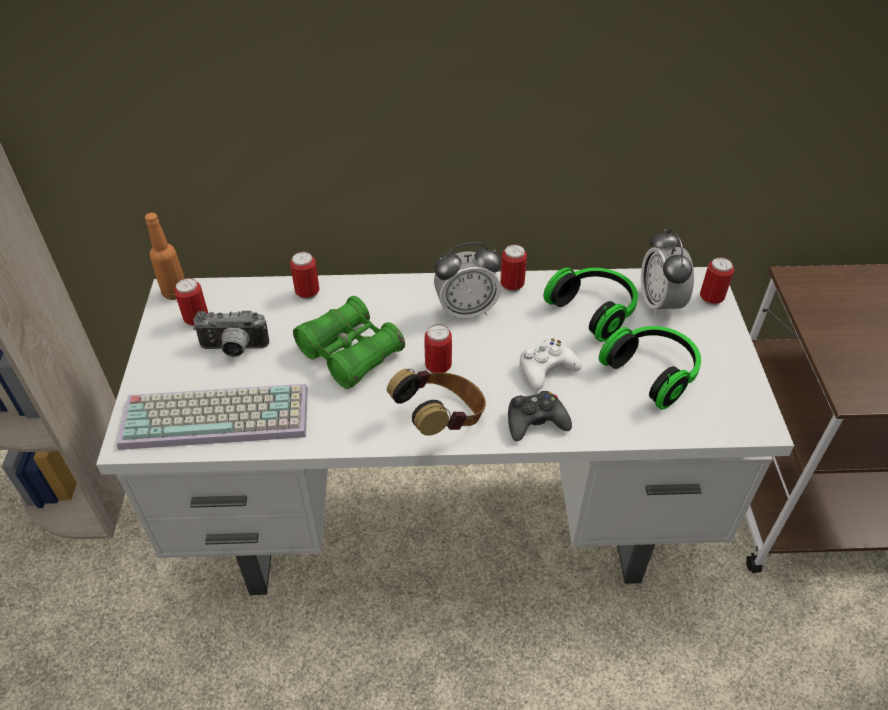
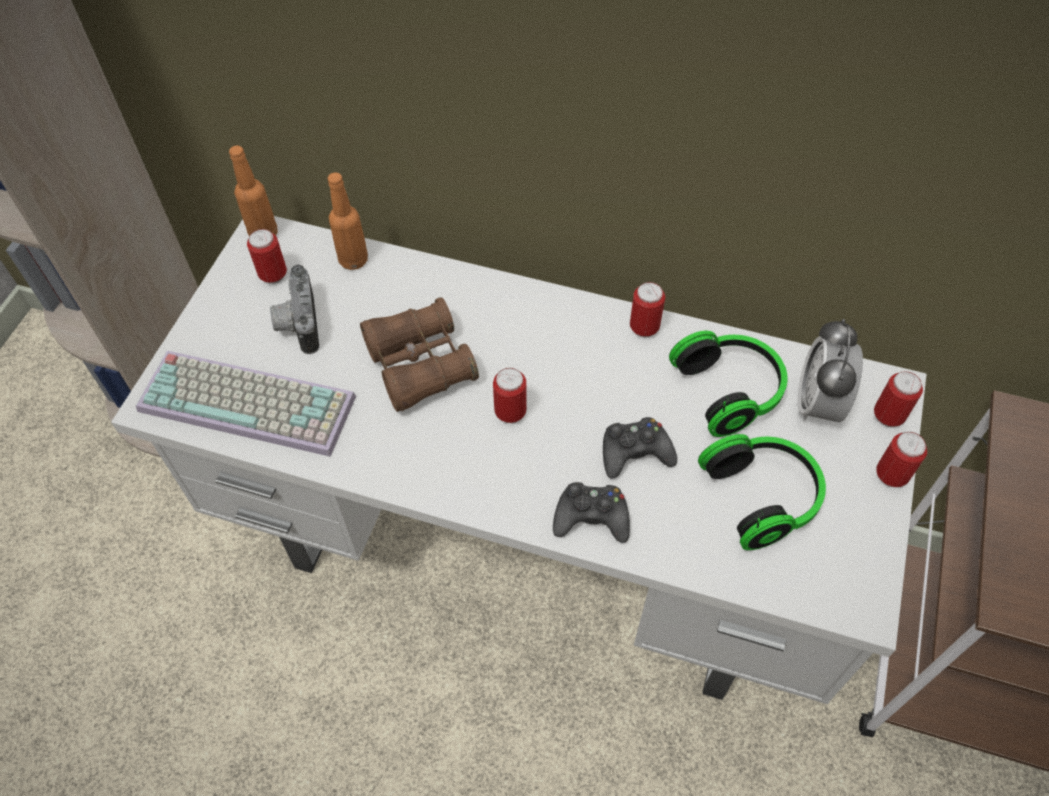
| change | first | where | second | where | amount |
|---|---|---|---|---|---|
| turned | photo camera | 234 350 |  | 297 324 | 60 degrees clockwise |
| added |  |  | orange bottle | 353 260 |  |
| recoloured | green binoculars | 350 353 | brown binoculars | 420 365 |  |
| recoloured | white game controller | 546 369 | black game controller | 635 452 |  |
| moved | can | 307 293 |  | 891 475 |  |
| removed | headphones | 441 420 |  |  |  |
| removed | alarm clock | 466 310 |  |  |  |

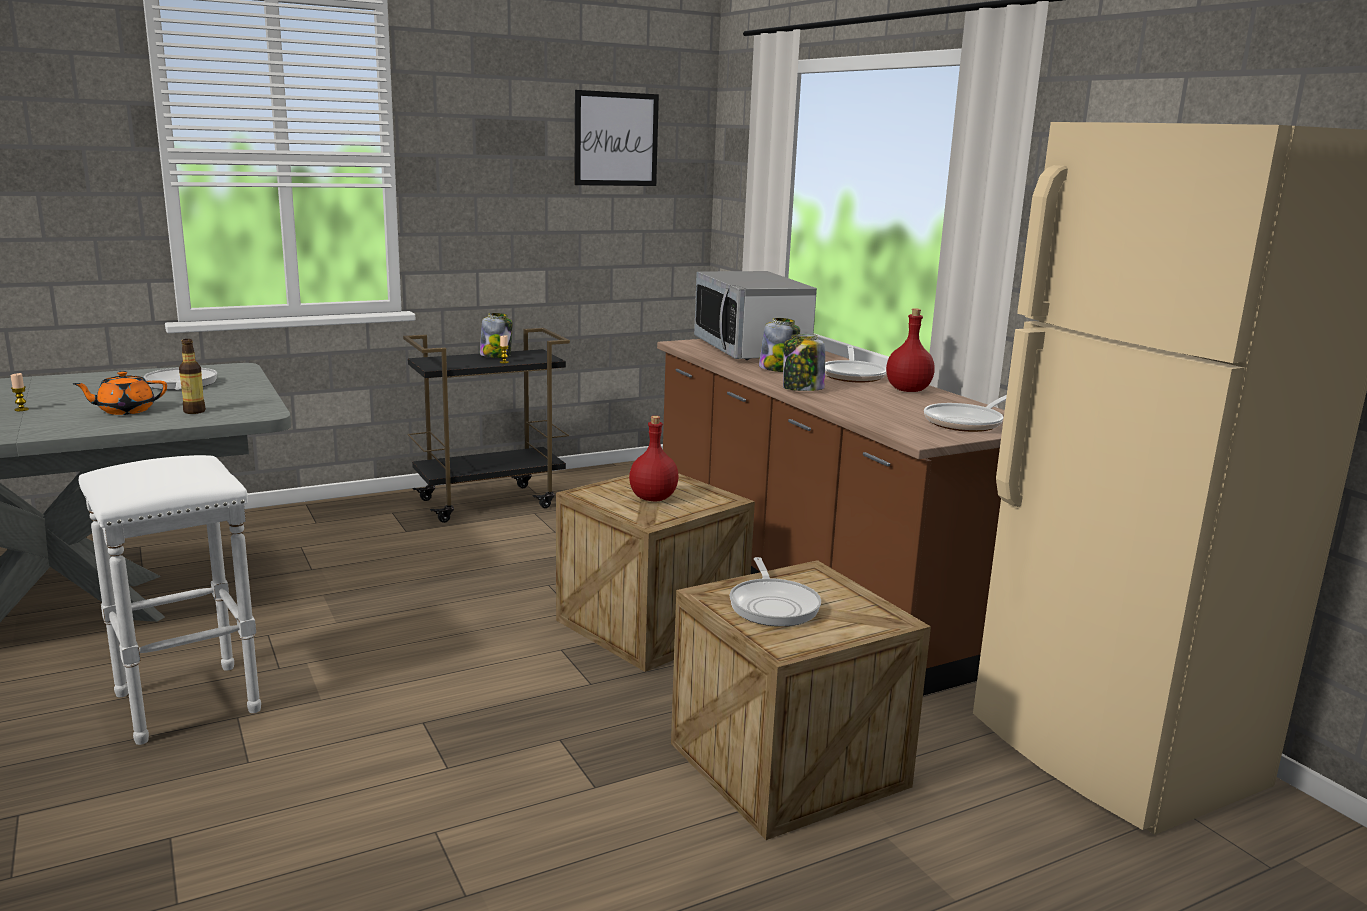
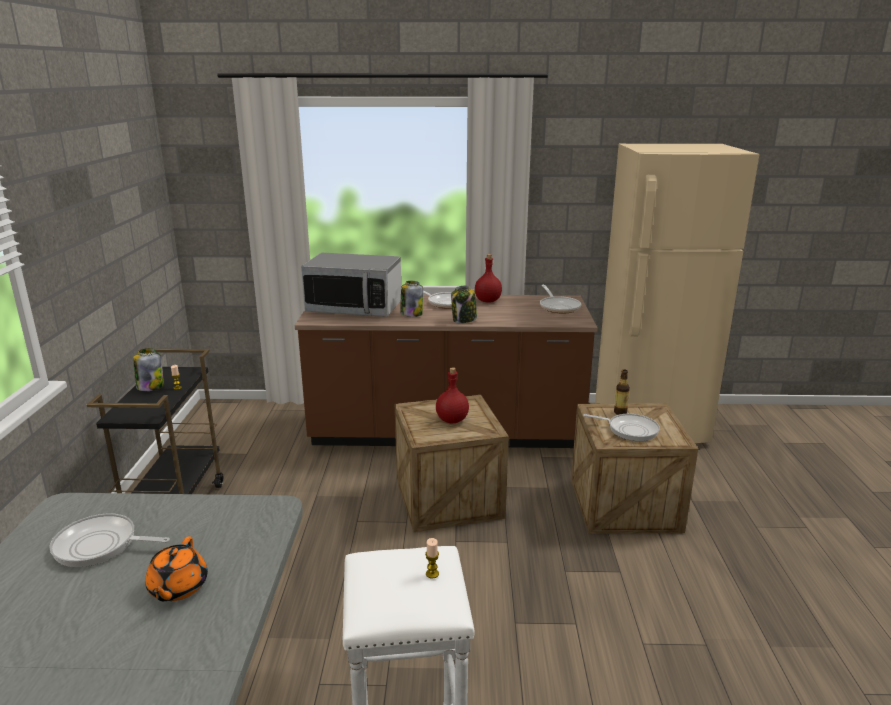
| change | first | where | second | where | amount |
|---|---|---|---|---|---|
| moved | candle | 21 409 |  | 432 574 |  |
| moved | bottle | 194 411 |  | 620 412 |  |
| removed | picture | 616 139 |  |  |  |

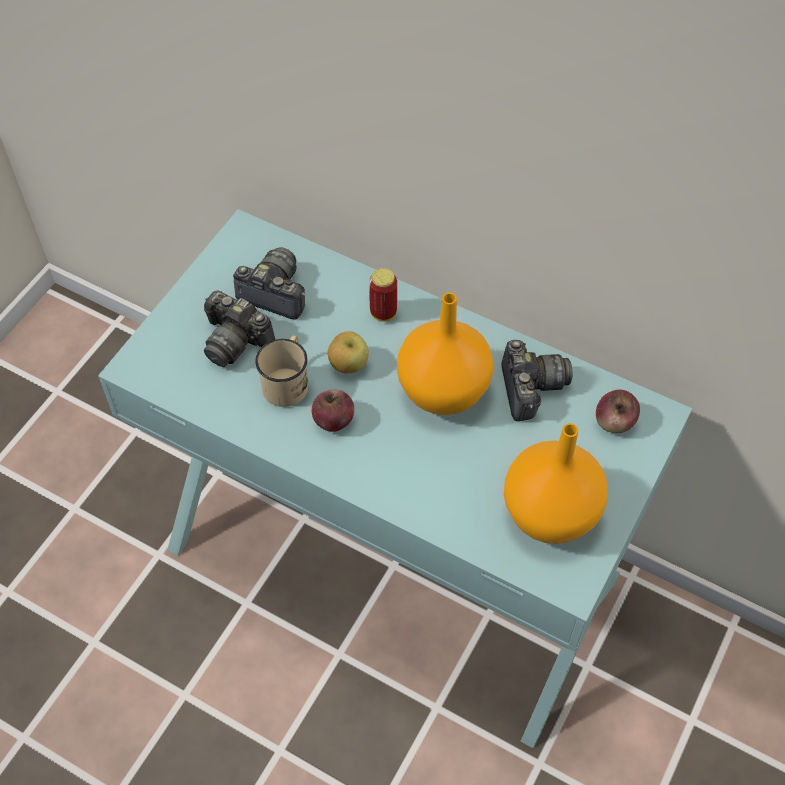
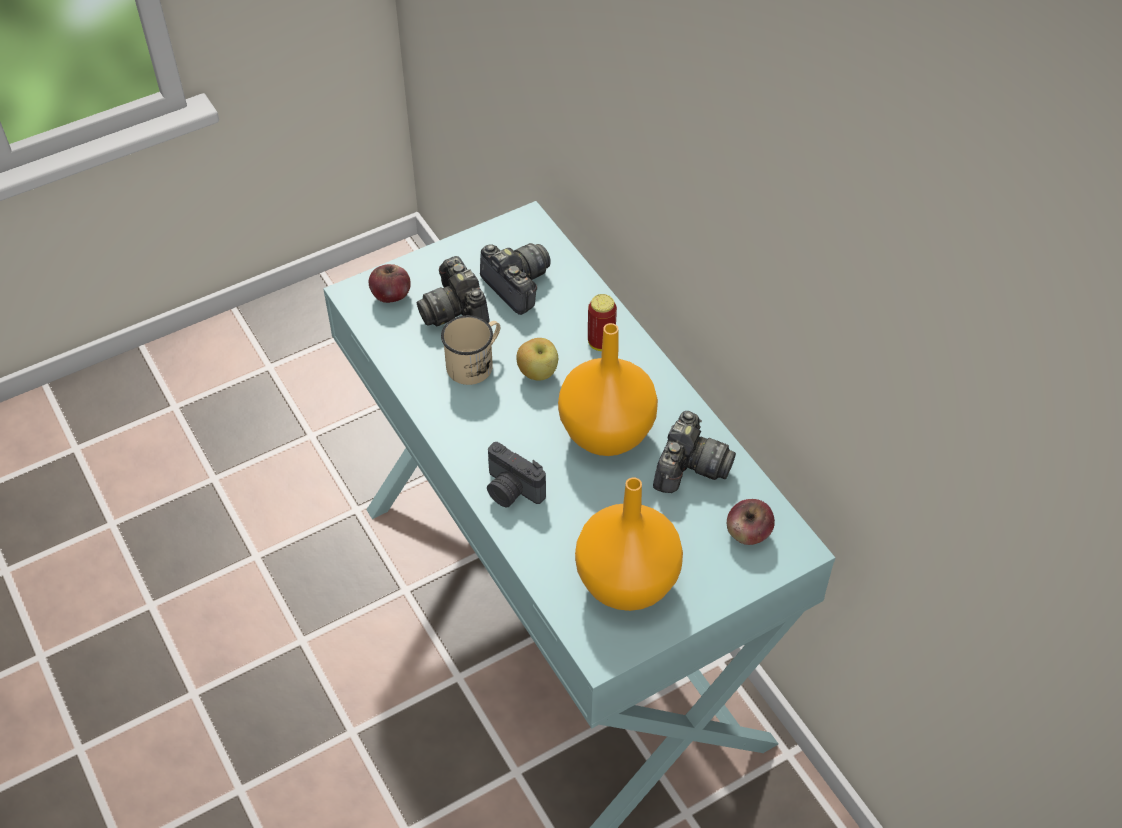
| change | first | where | second | where | amount |
|---|---|---|---|---|---|
| moved | apple | 333 420 |  | 391 295 |  |
| added |  |  | photo camera | 511 491 |  |

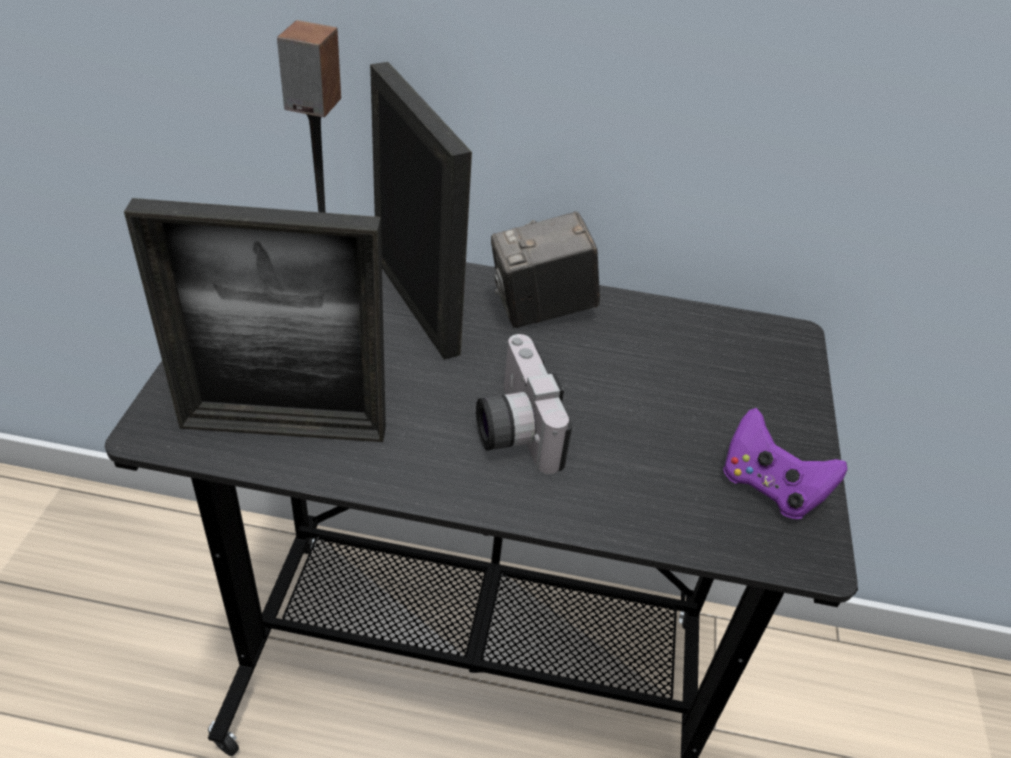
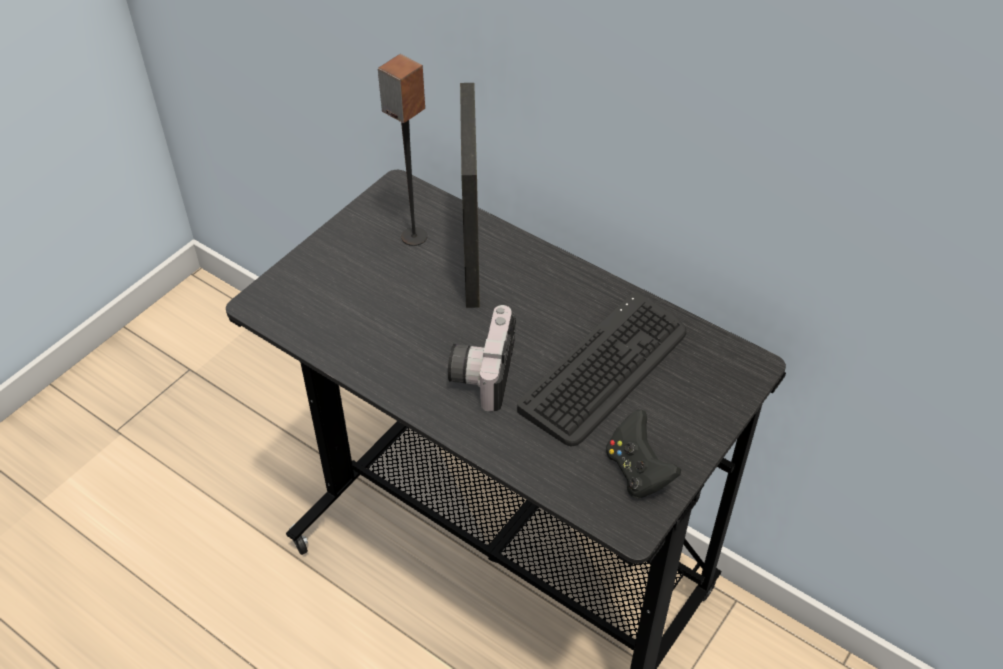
| change | first | where | second | where | amount |
|---|---|---|---|---|---|
| added |  |  | keyboard | 605 370 |  |
| recoloured | purple game controller | 770 487 | black game controller | 637 471 |  |
| removed | picture frame | 283 428 |  |  |  |
| removed | photo camera | 541 310 |  |  |  |

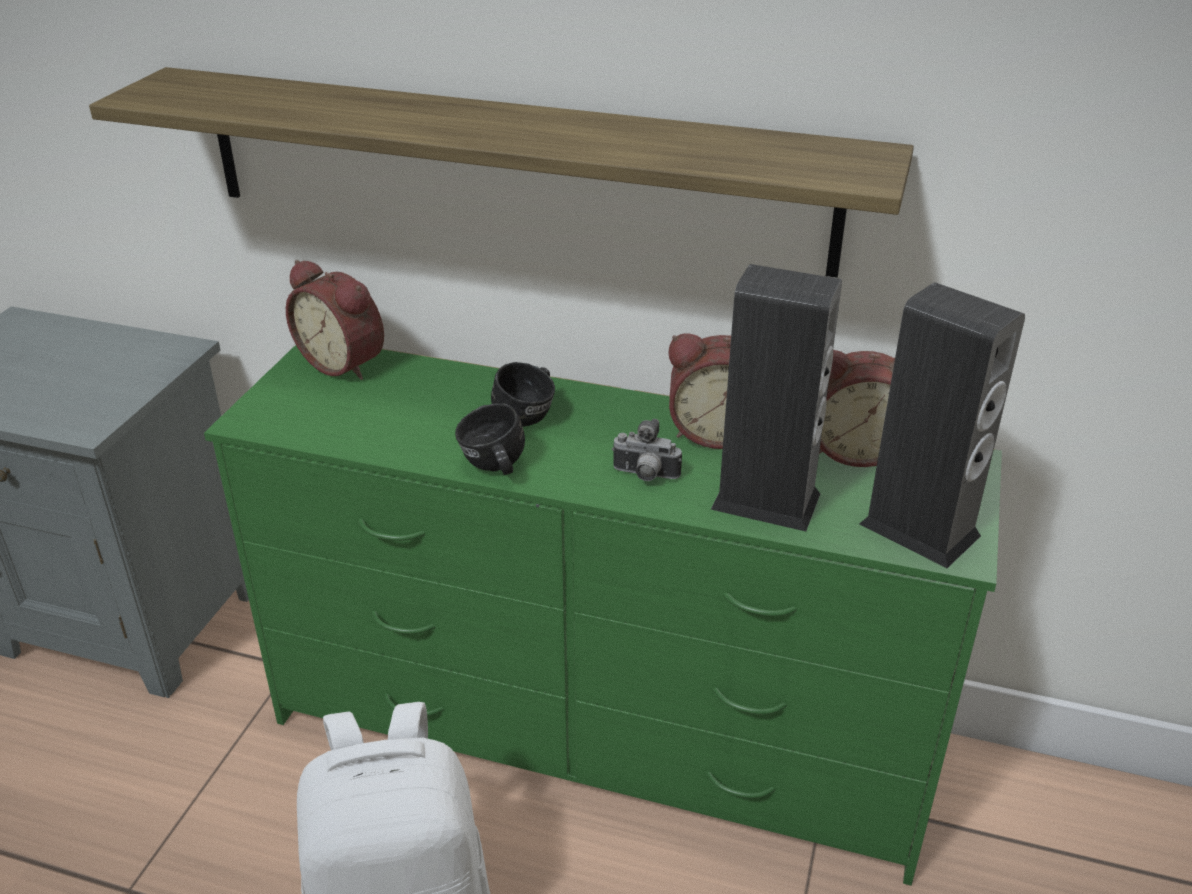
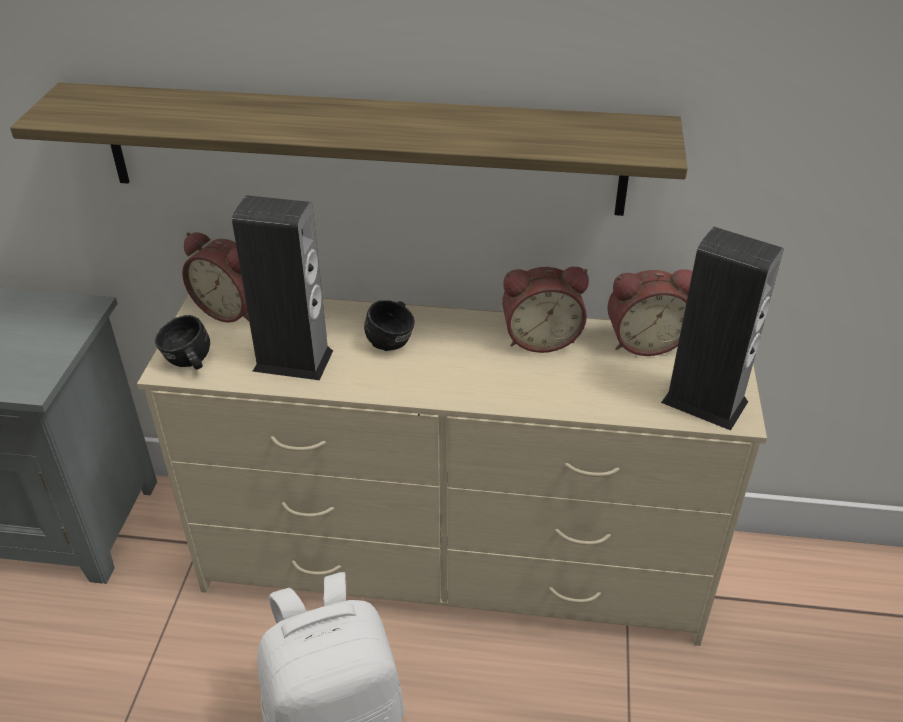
| change | first | where | second | where | amount |
|---|---|---|---|---|---|
| recoloured | green dresser | 597 734 | beige dresser | 451 565 |  |
| moved | black mug | 493 469 |  | 188 364 |  |
| moved | speaker | 766 501 |  | 293 360 |  |
| removed | photo camera | 645 476 |  |  |  |

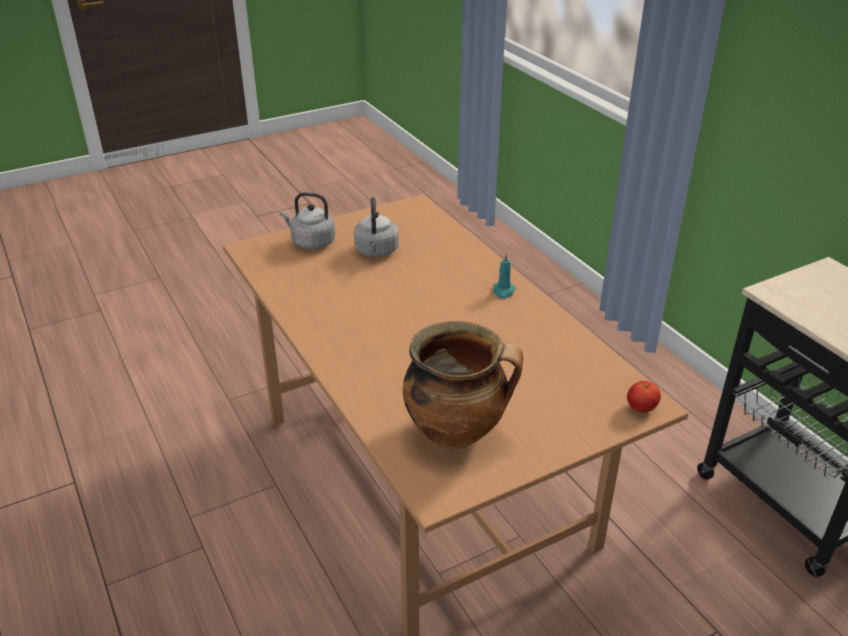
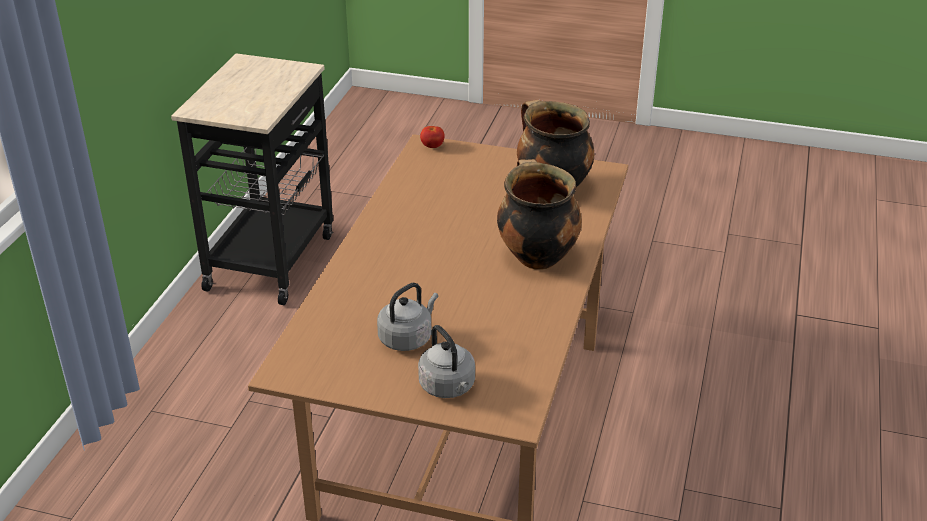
| change | first | where | second | where | amount |
|---|---|---|---|---|---|
| added |  |  | cooking pot | 536 256 |  |
| removed | turquoise candle | 503 291 |  |  |  |

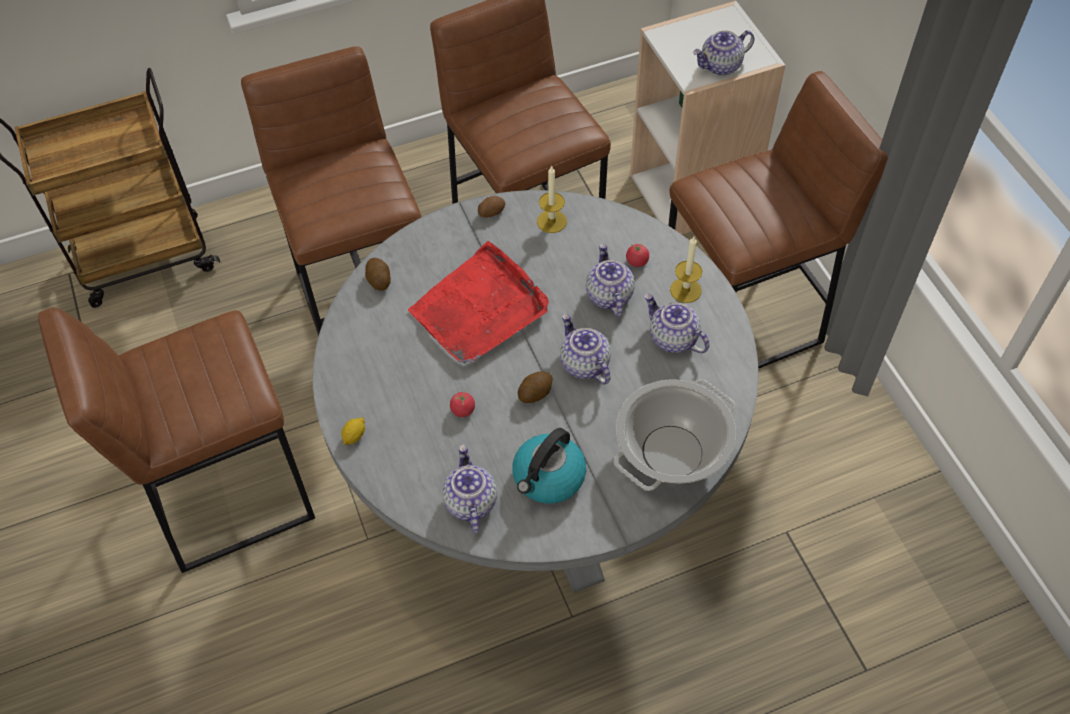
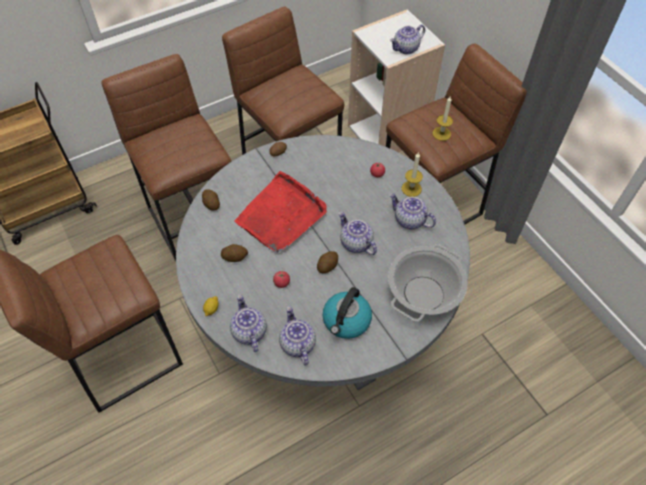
| change | first | where | second | where | amount |
|---|---|---|---|---|---|
| added |  |  | potato | 235 257 |  |
| moved | teapot | 608 295 |  | 249 331 |  |
| moved | candle | 551 221 |  | 441 133 |  |

